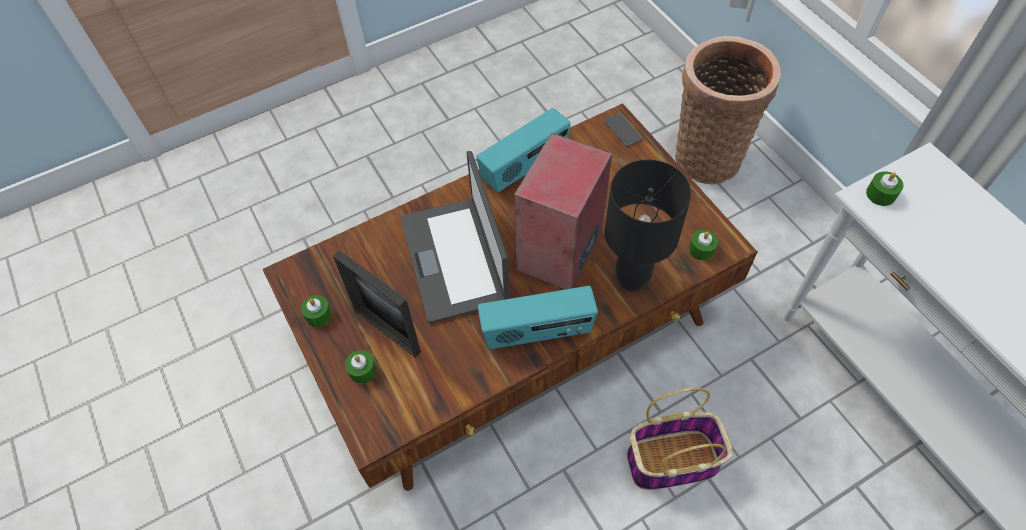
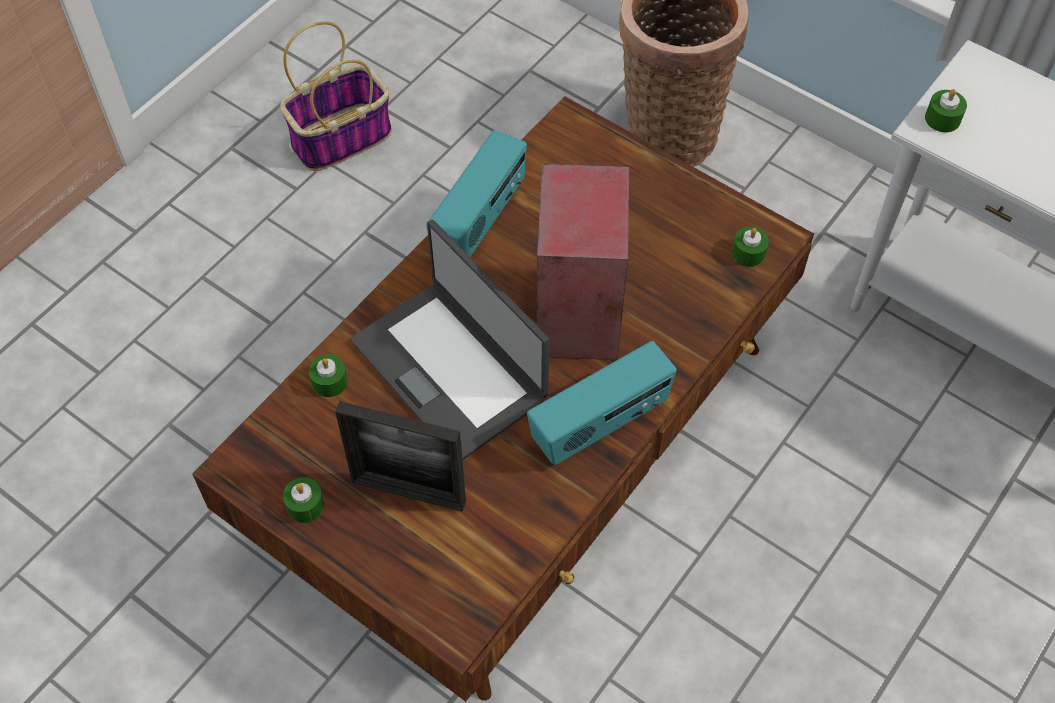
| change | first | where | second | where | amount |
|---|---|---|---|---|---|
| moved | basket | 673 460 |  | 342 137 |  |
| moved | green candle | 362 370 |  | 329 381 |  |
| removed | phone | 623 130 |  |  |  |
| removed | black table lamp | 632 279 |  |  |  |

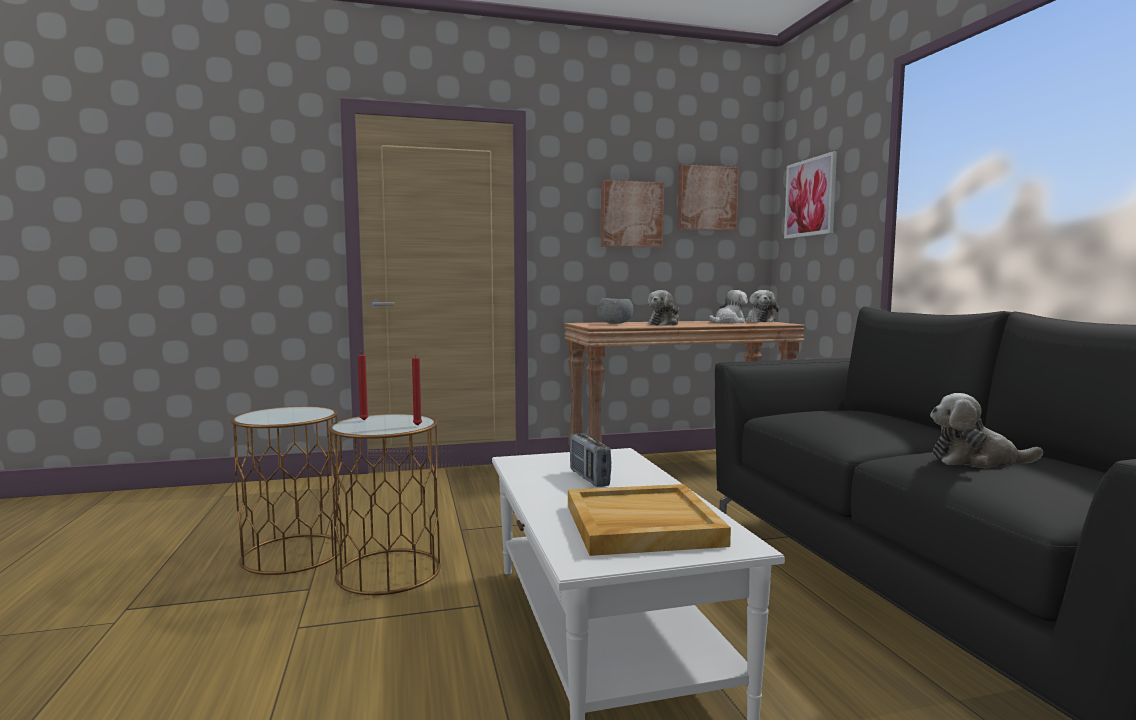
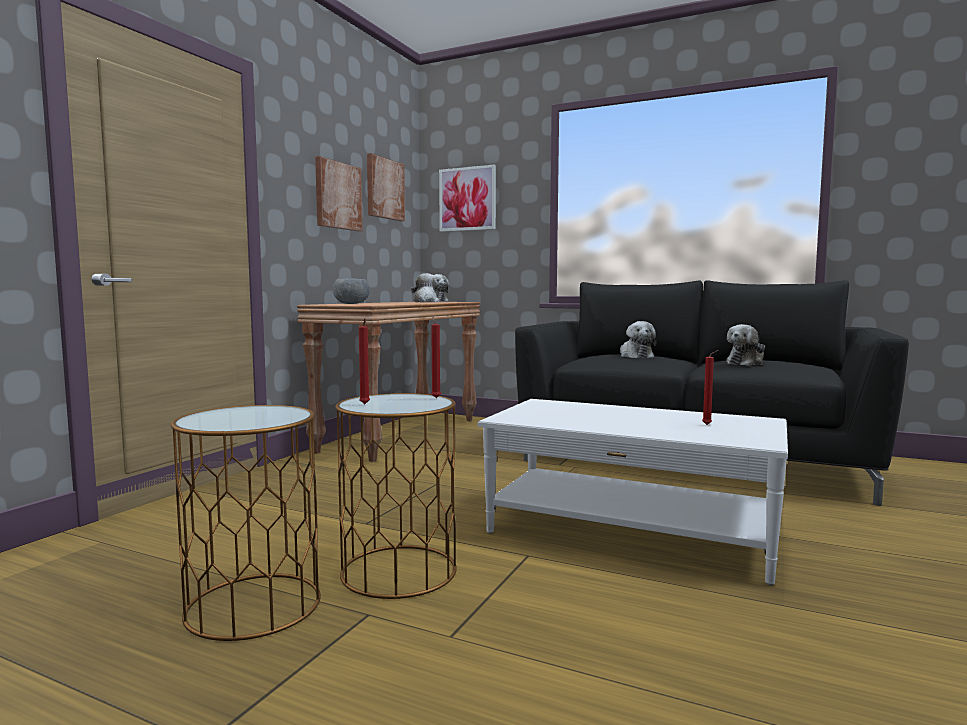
| change | first | where | second | where | amount |
|---|---|---|---|---|---|
| moved | plush toy | 664 324 |  | 635 356 |  |
| replaced | beige tray | 641 525 | red candle | 708 425 |  |
| removed | radio | 589 478 |  |  |  |

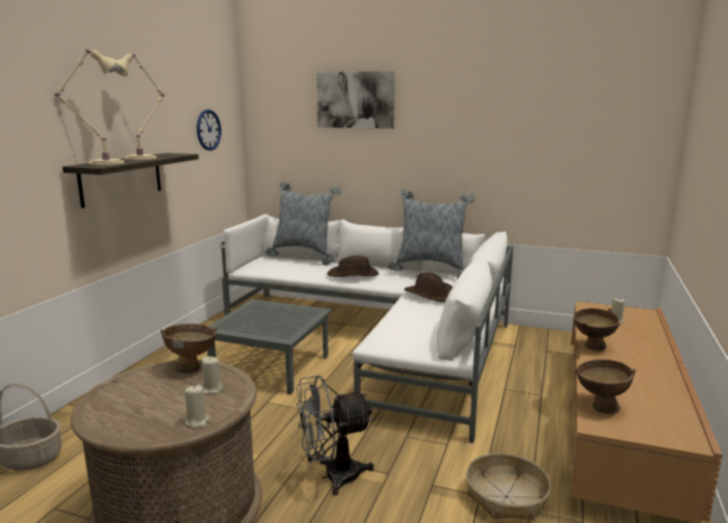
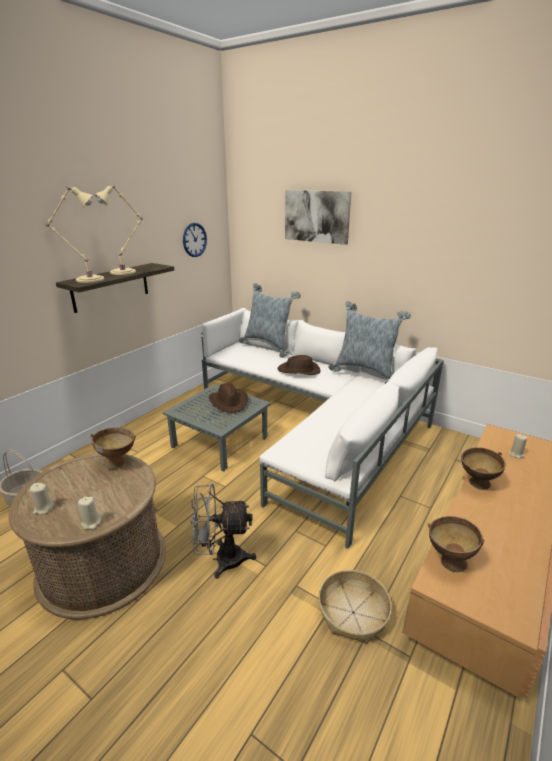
| change | first | where | second | where | amount |
|---|---|---|---|---|---|
| moved | beige candle | 212 389 |  | 43 508 |  |
| moved | brown hat | 431 295 |  | 229 402 |  |

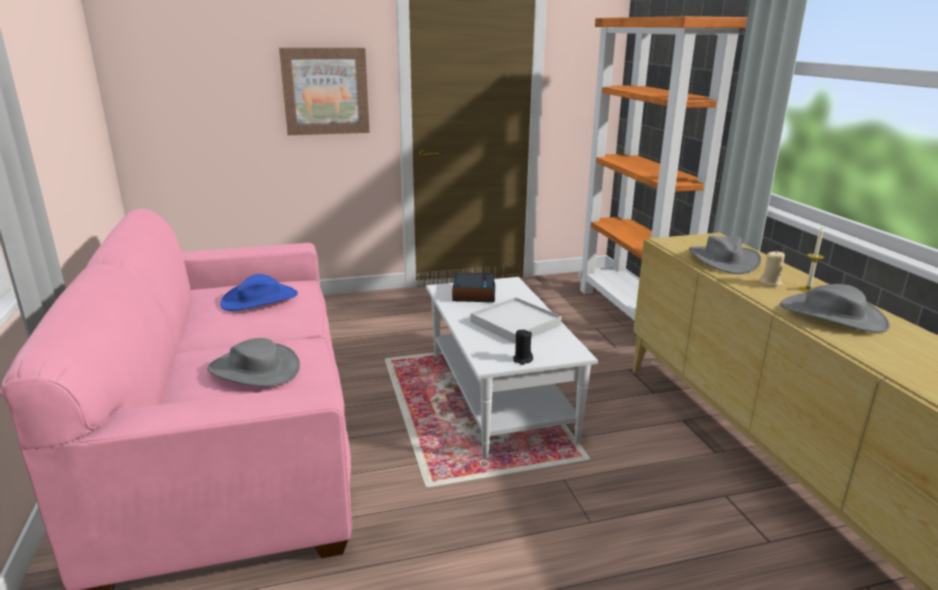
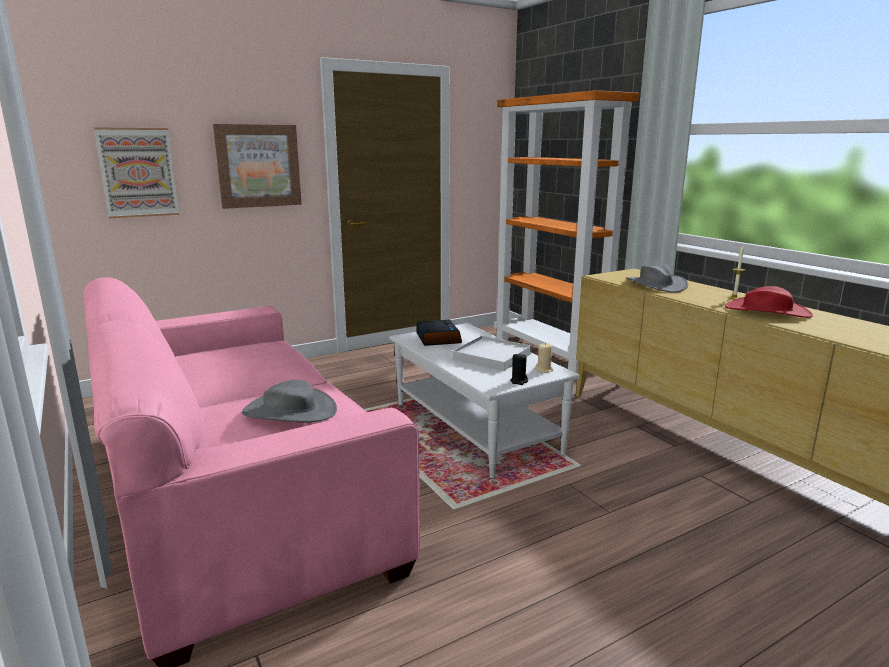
| change | first | where | second | where | amount |
|---|---|---|---|---|---|
| added |  |  | picture | 138 172 |  |
| moved | beige candle | 770 283 |  | 544 370 |  |
| recoloured | grey hat | 832 315 | red hat | 767 311 |  |
| removed | blue hat | 259 299 |  |  |  |

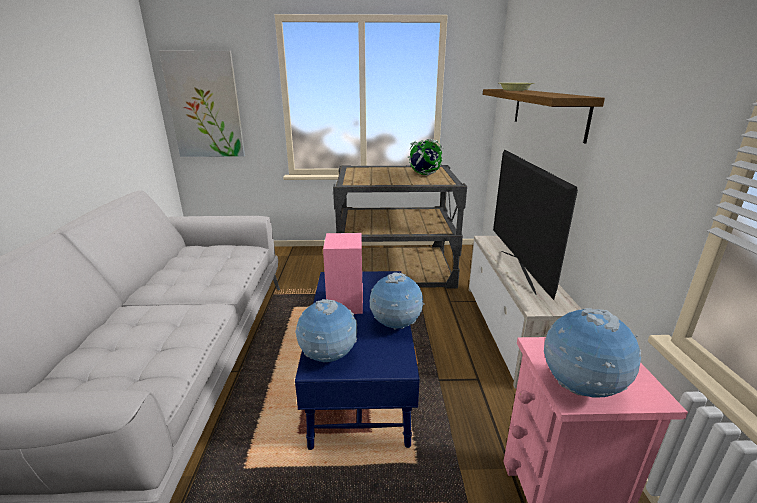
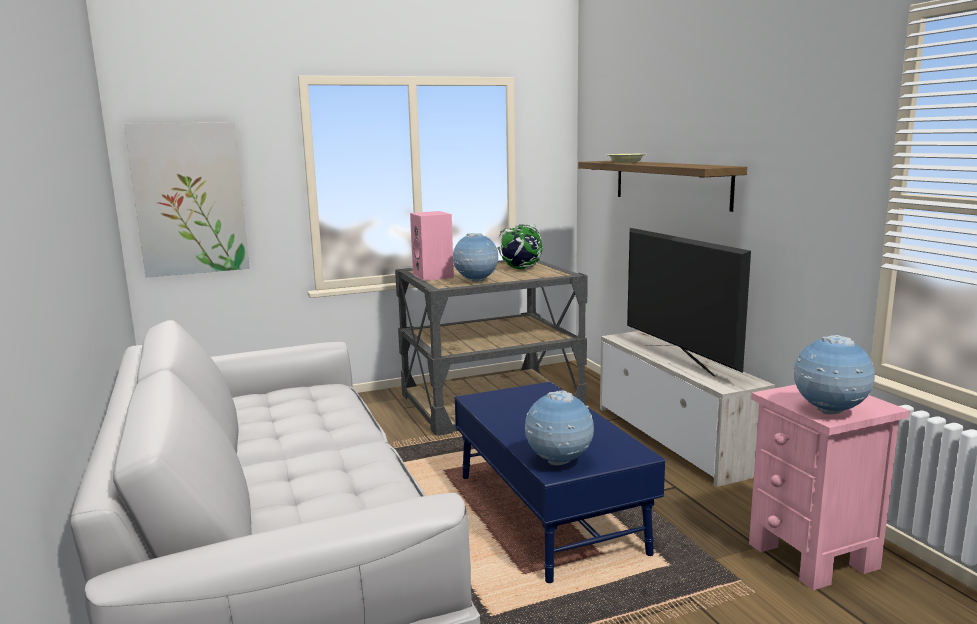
| change | first | where | second | where | amount |
|---|---|---|---|---|---|
| moved | pink speaker | 346 304 |  | 434 276 |  |
| moved | globe | 395 326 |  | 476 282 |  |

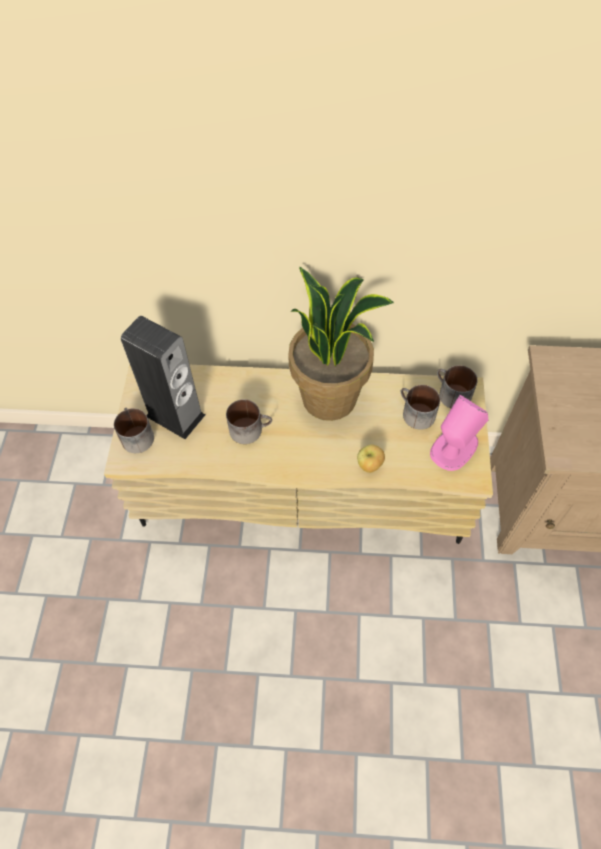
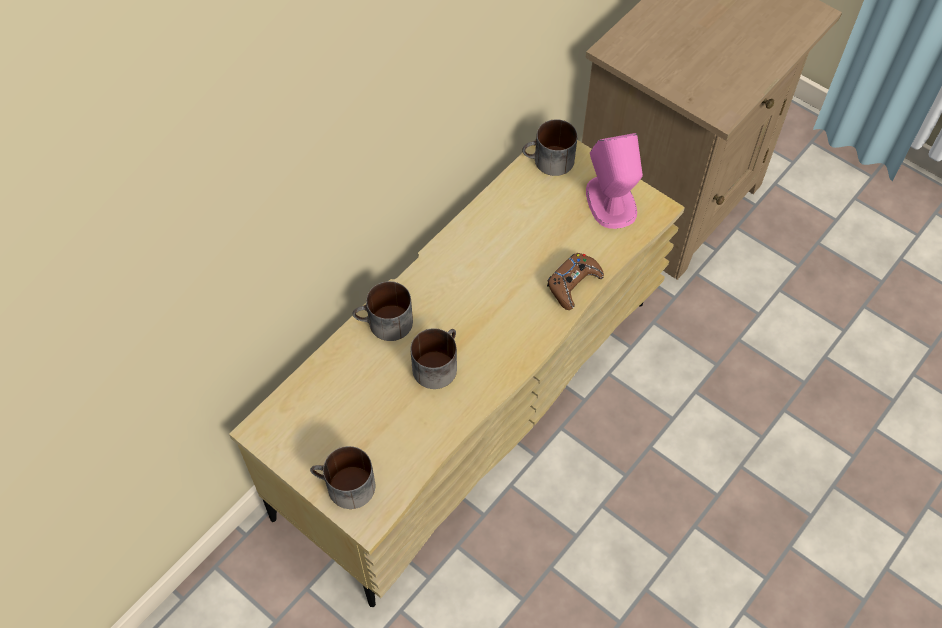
| change | first | where | second | where | amount |
|---|---|---|---|---|---|
| moved | mug | 414 413 |  | 385 324 |  |
| replaced | apple | 369 465 | brown game controller | 573 284 |  |
| removed | speaker | 175 415 |  |  |  |
| removed | potted plant | 330 397 |  |  |  |

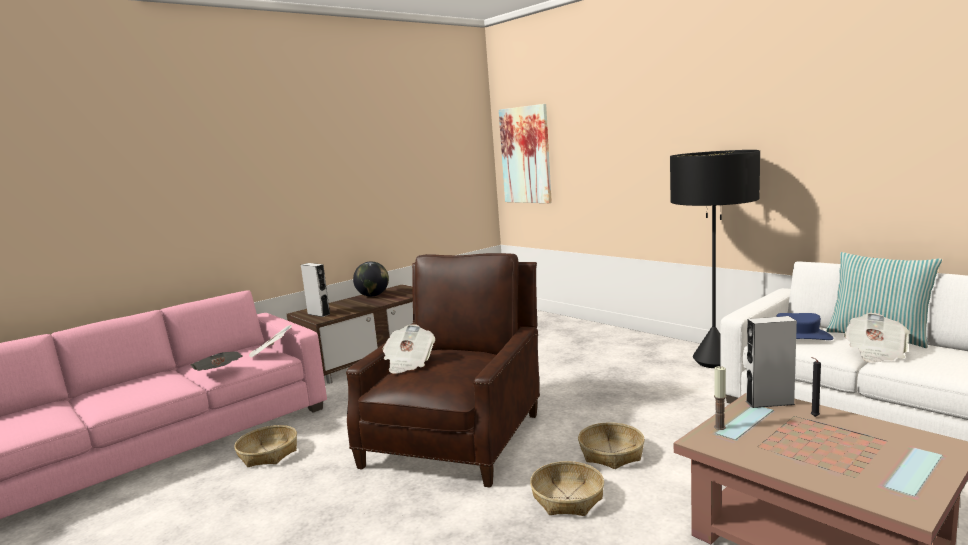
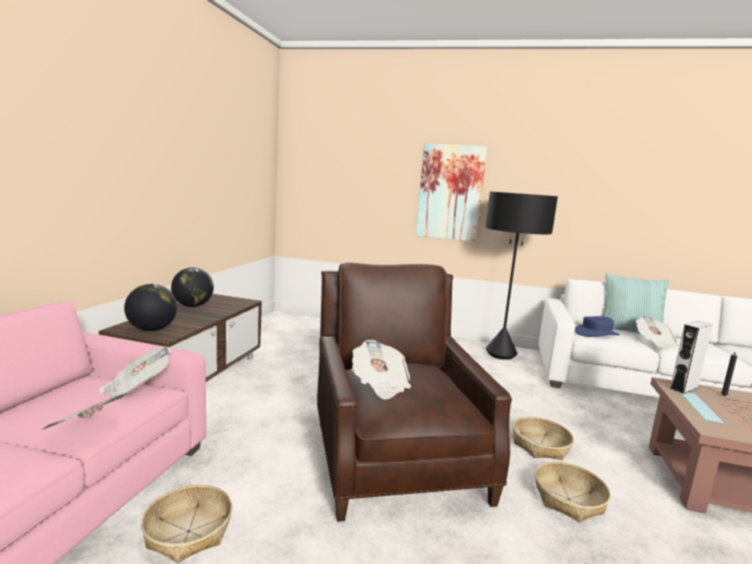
| change | first | where | second | where | amount |
|---|---|---|---|---|---|
| replaced | grey speaker | 318 314 | globe | 152 330 |  |
| moved | picture | 525 155 |  | 450 192 |  |
| removed | candle | 719 427 |  |  |  |

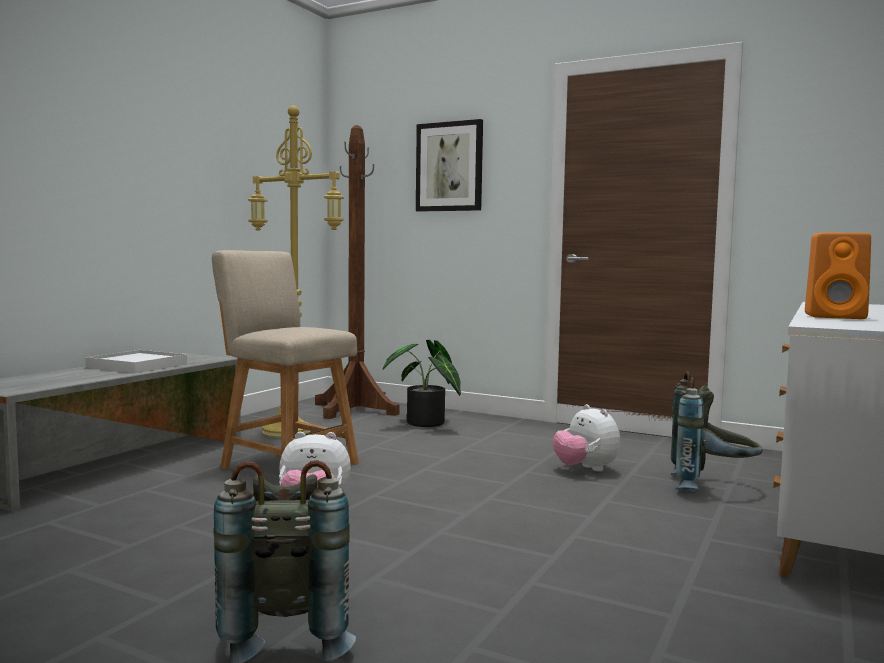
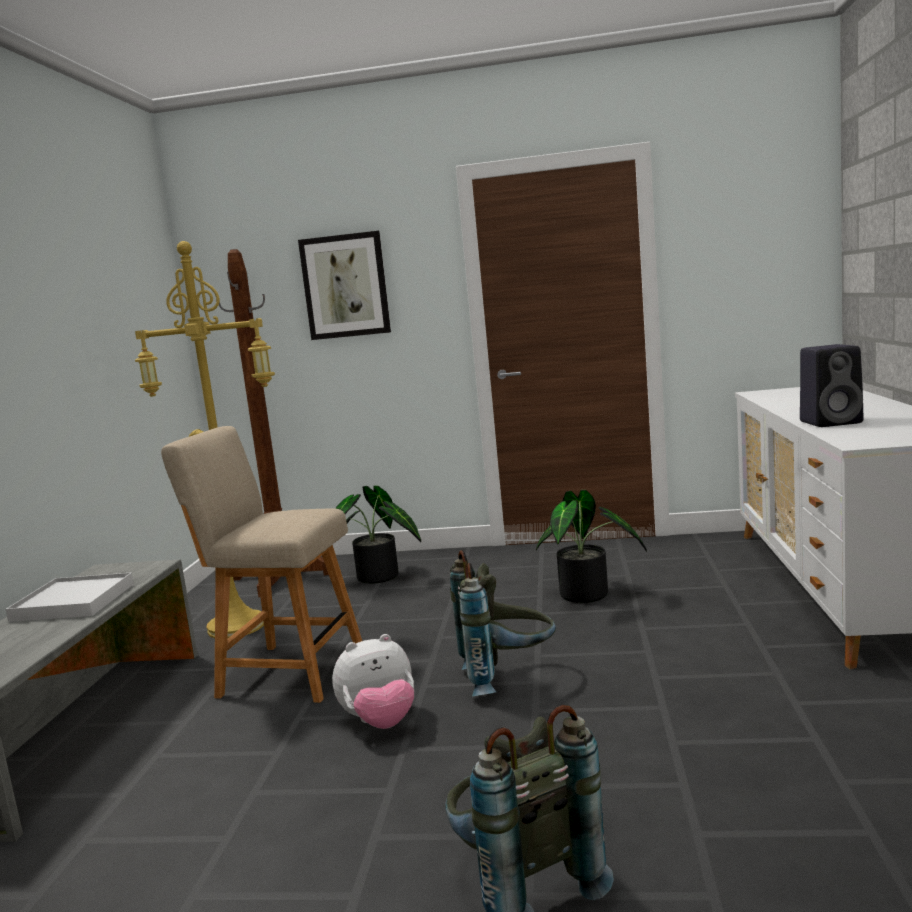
| change | first | where | second | where | amount |
|---|---|---|---|---|---|
| moved | grey backpack | 711 486 |  | 507 677 |  |
| replaced | plush toy | 585 469 | potted plant | 588 596 |  |
| recoloured | orange speaker | 837 317 | black speaker | 832 422 |  |

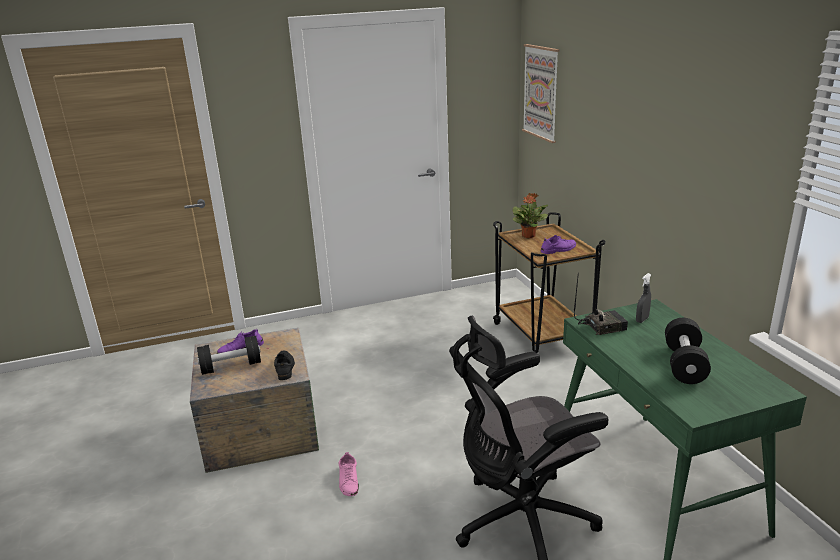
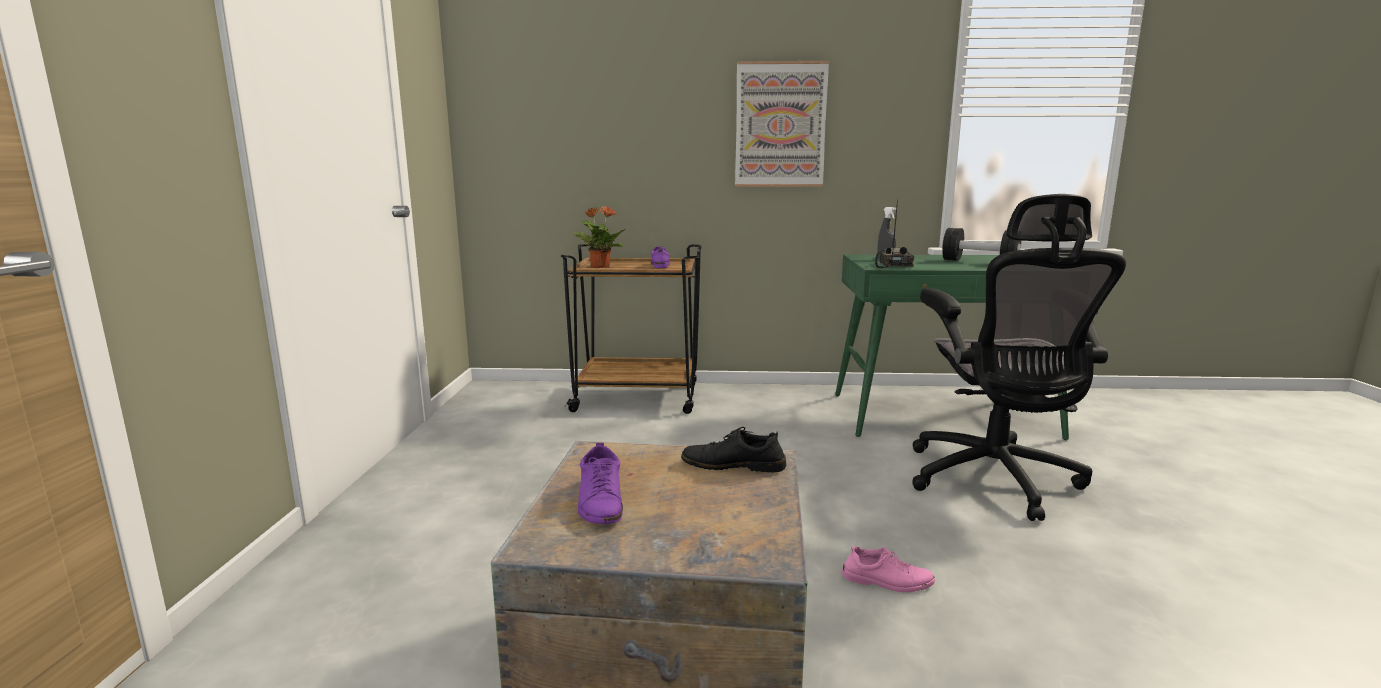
| change | first | where | second | where | amount |
|---|---|---|---|---|---|
| moved | picture | 541 92 |  | 780 125 |  |
| removed | black dumbbell | 231 366 |  |  |  |

